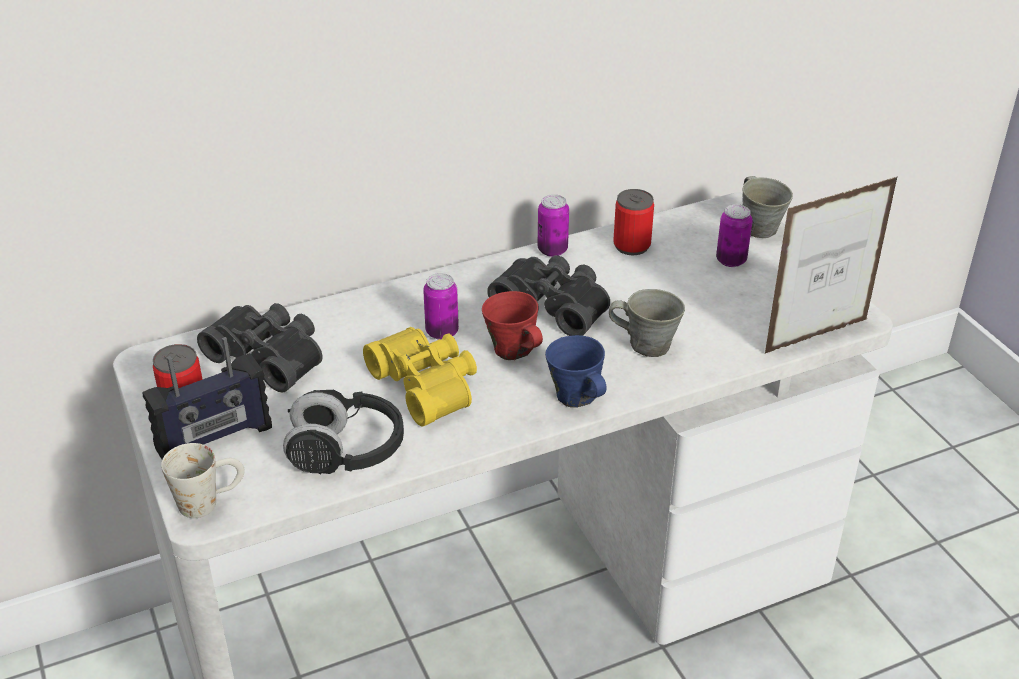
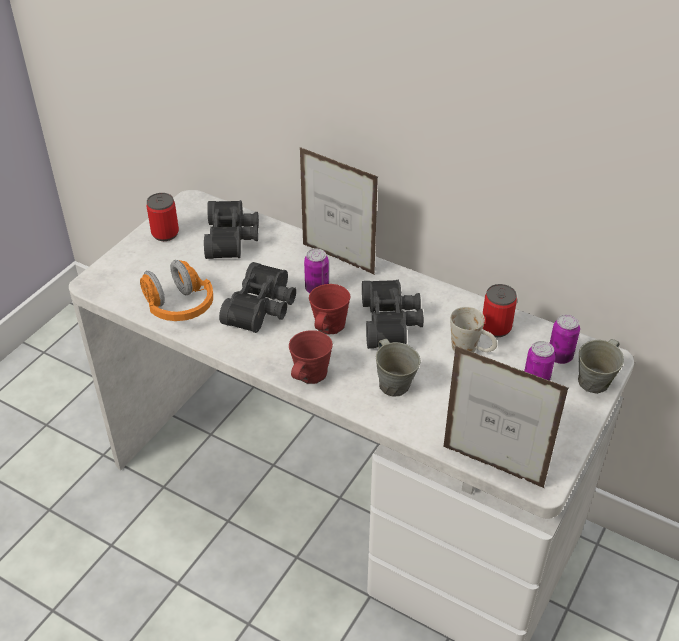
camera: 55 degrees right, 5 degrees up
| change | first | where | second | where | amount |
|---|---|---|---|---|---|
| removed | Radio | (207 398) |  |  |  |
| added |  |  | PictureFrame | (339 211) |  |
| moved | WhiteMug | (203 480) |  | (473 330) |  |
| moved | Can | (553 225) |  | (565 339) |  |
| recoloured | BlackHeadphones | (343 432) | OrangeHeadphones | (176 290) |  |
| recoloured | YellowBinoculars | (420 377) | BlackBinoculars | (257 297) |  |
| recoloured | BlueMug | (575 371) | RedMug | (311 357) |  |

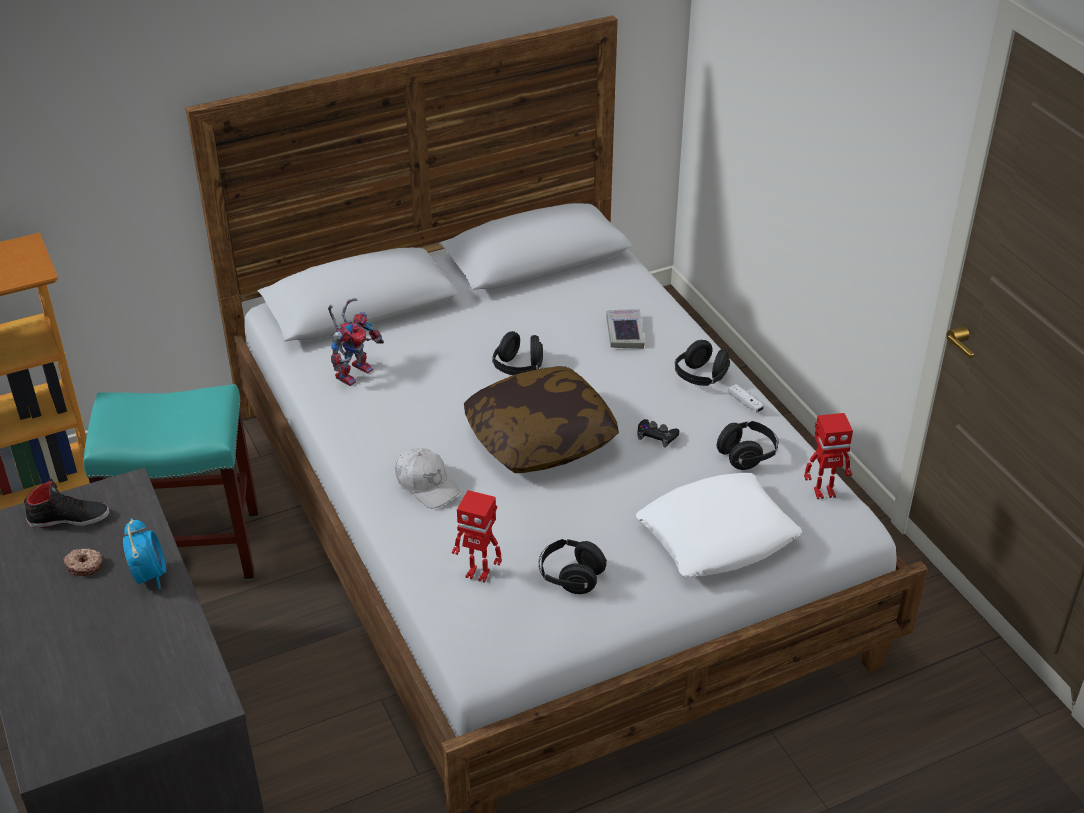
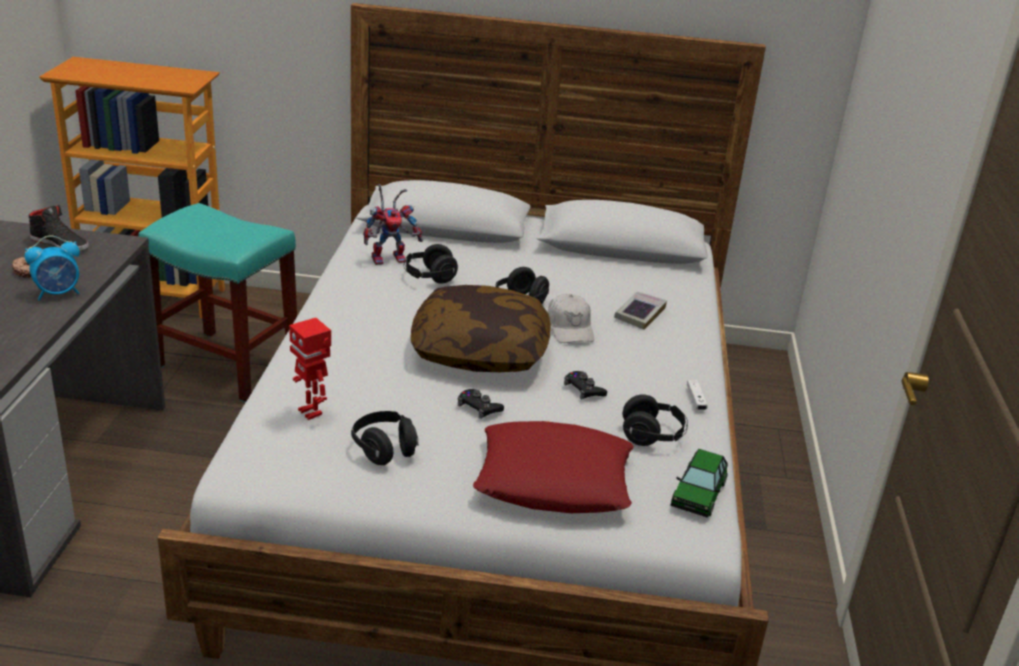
camera: 30 degrees right, 10 degrees down
| change | first | where | second | where | amount |
|---|---|---|---|---|---|
| added |  |  | BlackGameController | (481 404) |  |
| moved | WhiteCap | (428 478) |  | (570 318) |  |
| moved | BlackHeadphones | (702 363) |  | (431 264) |  |
| replaced | ToyRobot | (828 456) | ToyCar | (699 483) |  |
| recoloured | WhitePillow | (719 525) | RedPillow | (553 467) |  |
| turned | AlarmClock | (144 553) |  | (52 268) | 45 degrees clockwise |

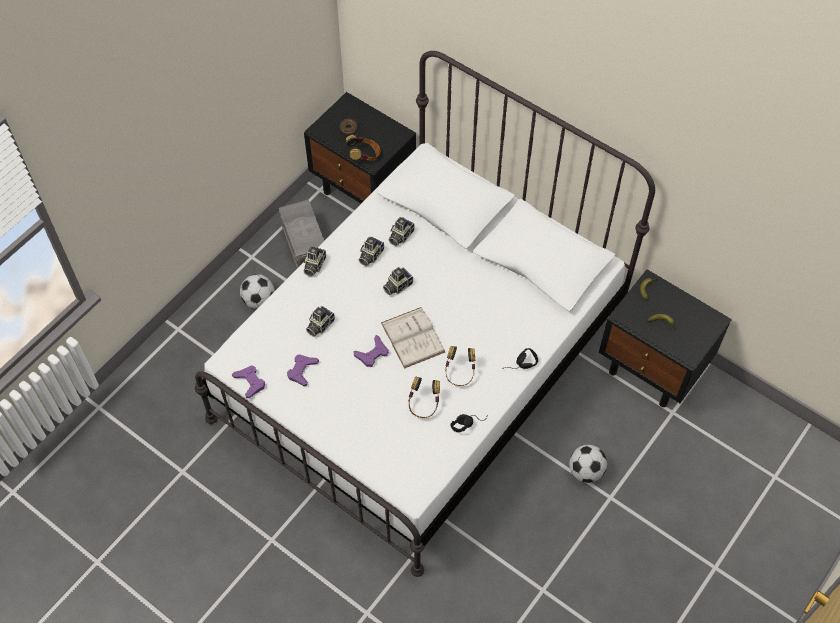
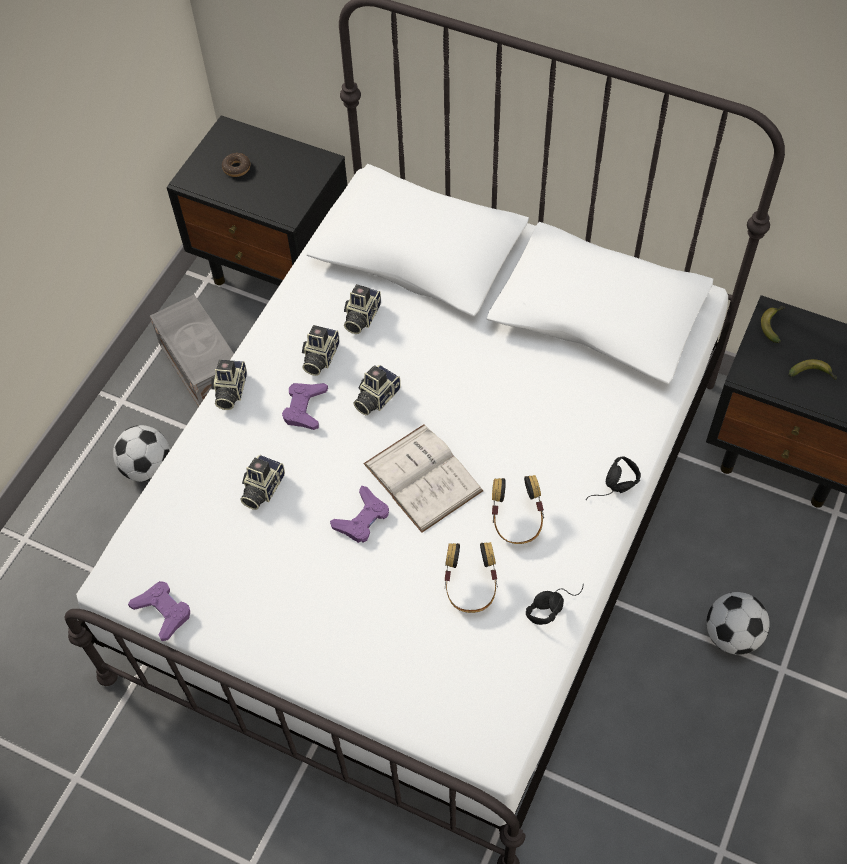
camera: 10 degrees left, 0 degrees up
| change | first | where | second | where | amount |
|---|---|---|---|---|---|
| removed | Headphones | (363 148) |  |  |  |
| moved | PurpleGameController | (303 370) |  | (305 406) |  |

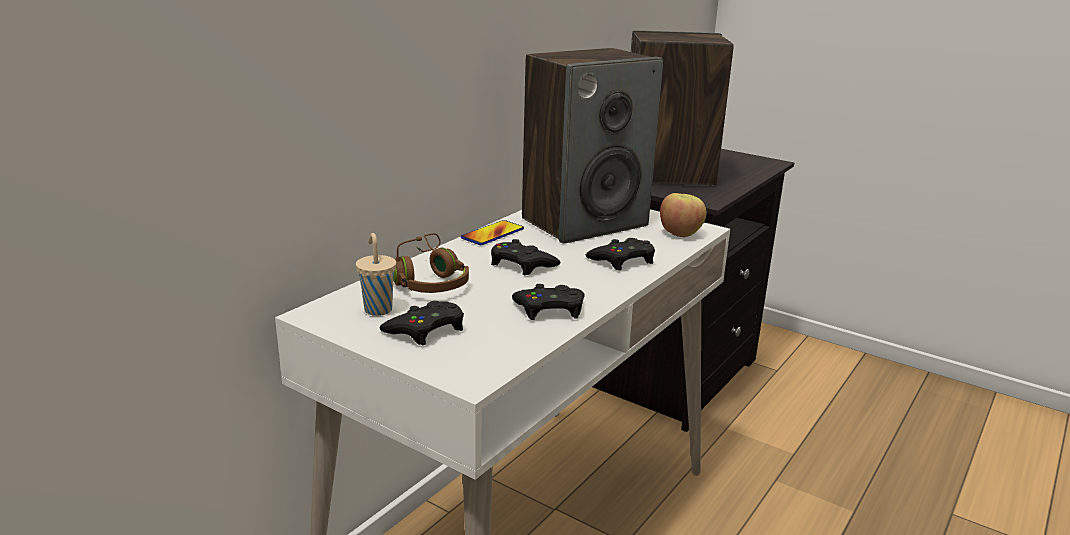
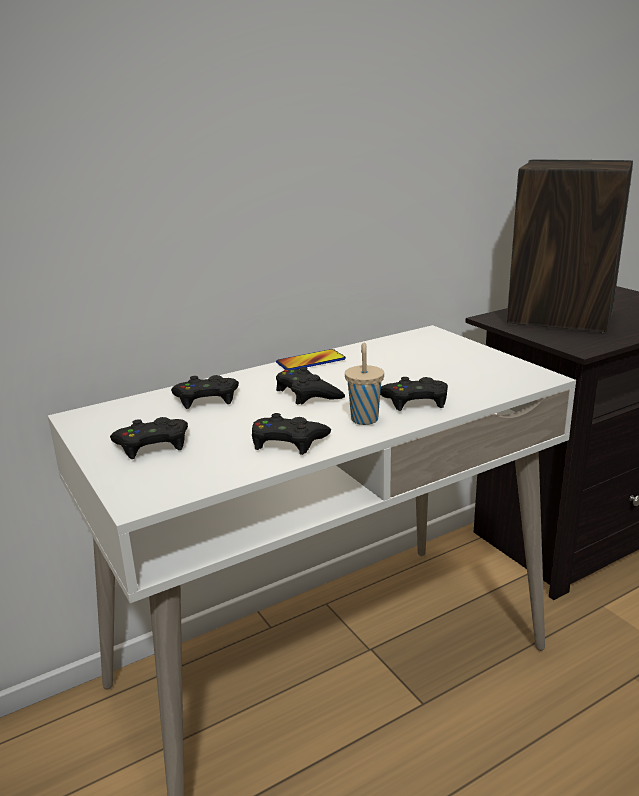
camera: 25 degrees right, 0 degrees up
| change | first | where | second | where | amount |
|---|---|---|---|---|---|
| removed | Speaker | (592 146) |  |  |  |
| removed | Apple | (683 215) |  |  |  |
| moved | BeigeCup | (376 274) |  | (364 384) |  |
| replaced | BrownHeadphones | (431 263) | BlackGameController | (205 392) |  |

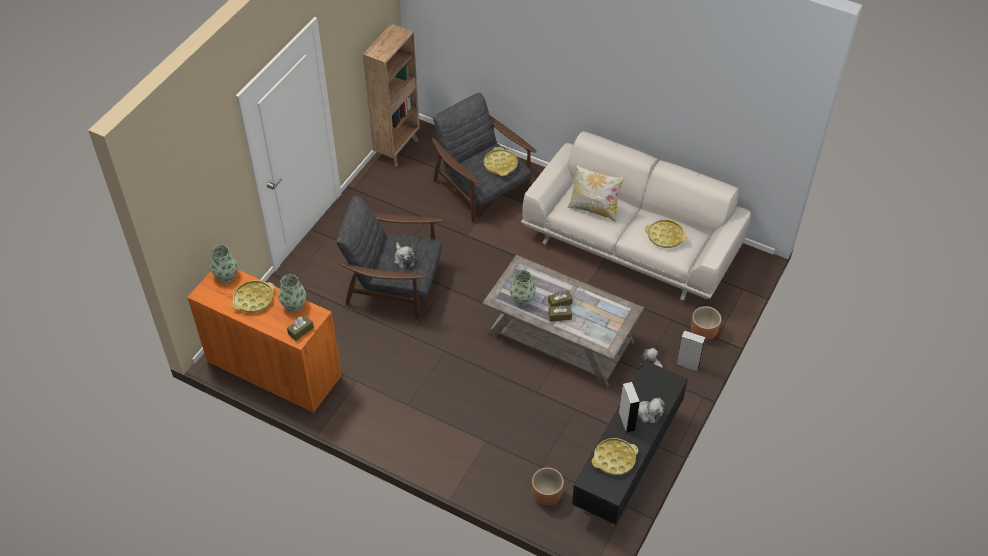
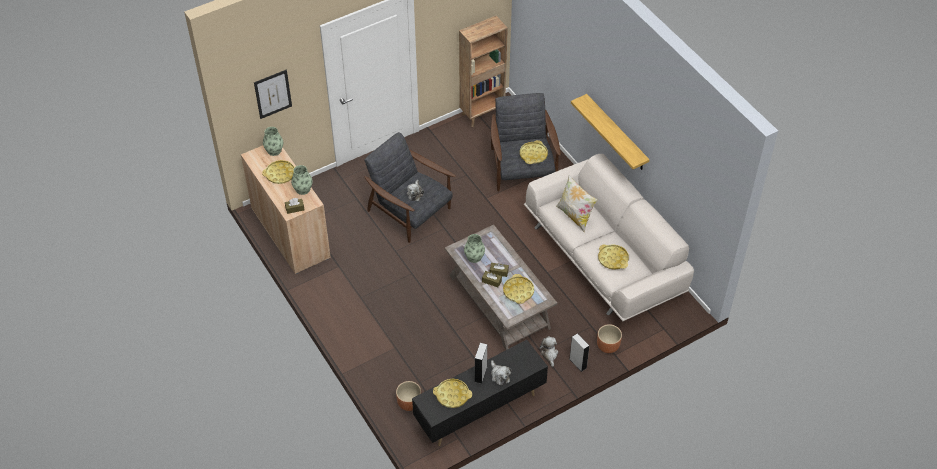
camera: 30 degrees right, 0 degrees up
| change | first | where | second | where | amount |
|---|---|---|---|---|---|
| added |  |  | Picture | (273 94) |  |
| added |  |  | YellowTray | (518 289) |  |
| added |  |  | Shelf | (610 132) |  |
| recoloured | OrangeCabinet | (264 341) | BeigeCabinet | (286 209) |  |

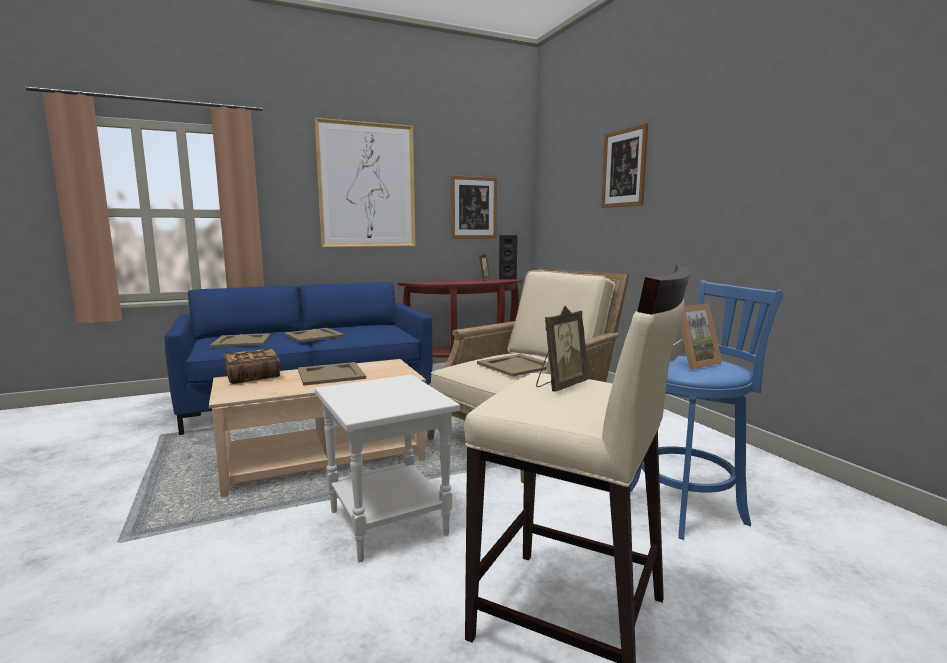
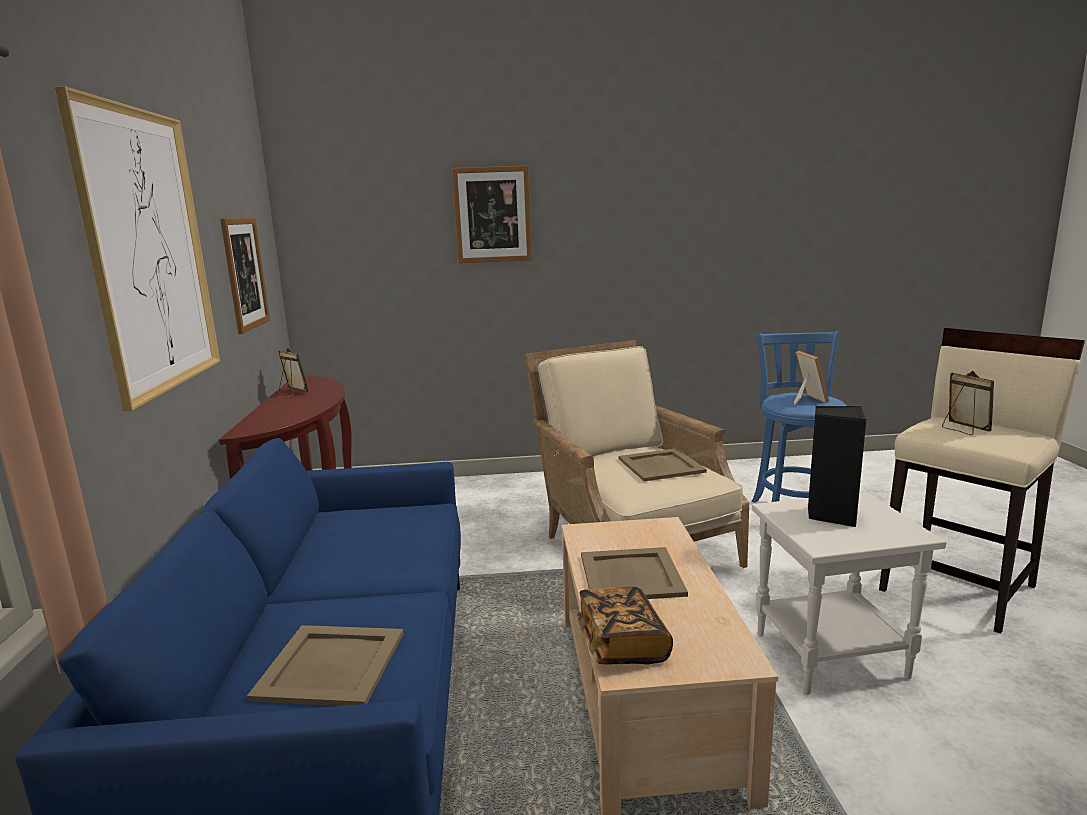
camera: 70 degrees left, 5 degrees up
| change | first | where | second | where | amount |
|---|---|---|---|---|---|
| removed | BeigeTray | (314 335) |  |  |  |
| moved | BlackSpeaker | (508 257) |  | (837 466) |  |

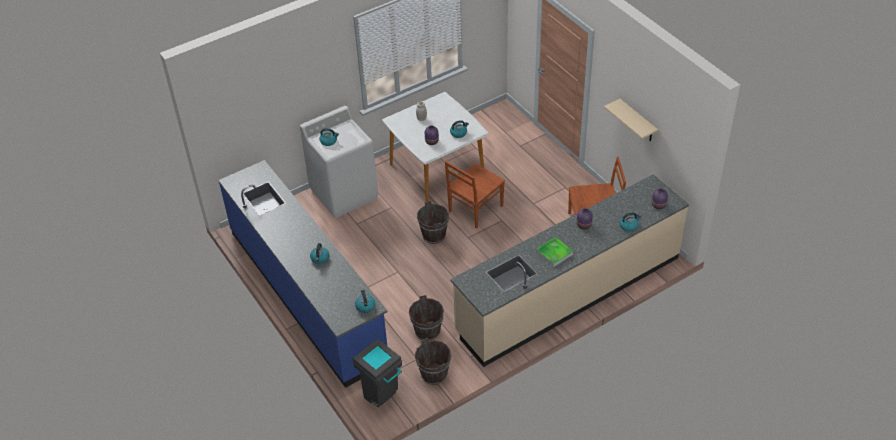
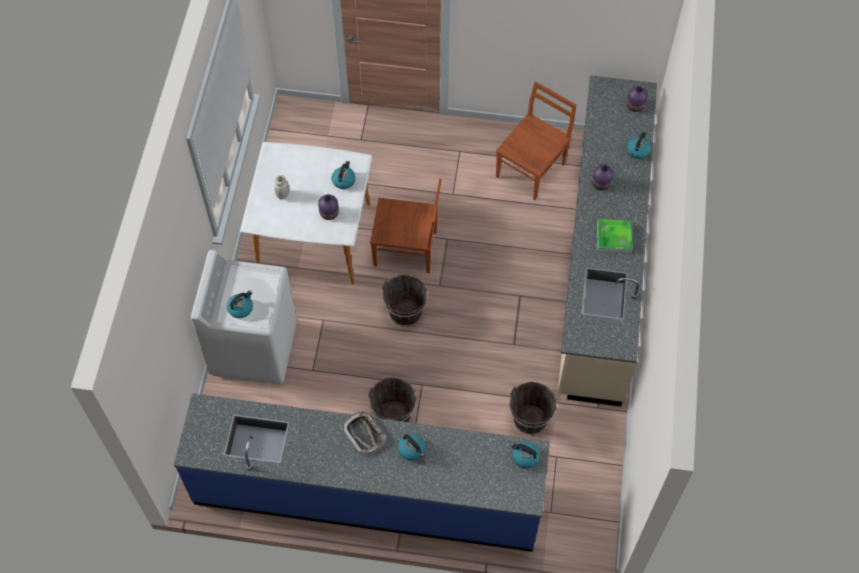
camera: 50 degrees left, 15 degrees up
| change | first | where | second | where | amount |
|---|---|---|---|---|---|
| removed | GreyTrashCan | (377 373) |  |  |  |
| removed | BeigeShelf | (631 120) |  |  |  |
| added |  |  | Tray | (363 433) |  |
| moved | BrownBucket | (433 361) |  | (392 400) |  |
| turned | BrownChair | (475 195) |  | (406 226) | 75 degrees counterclockwise |

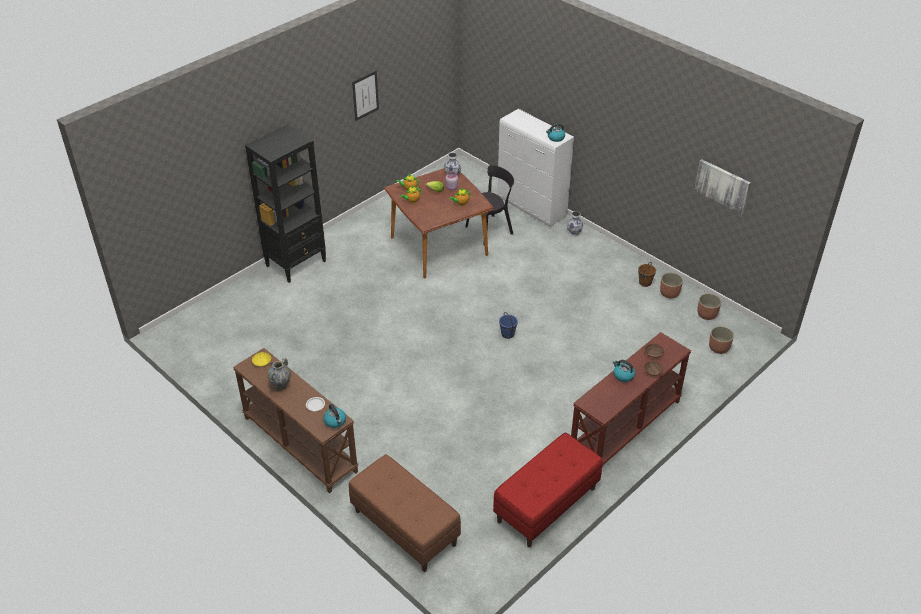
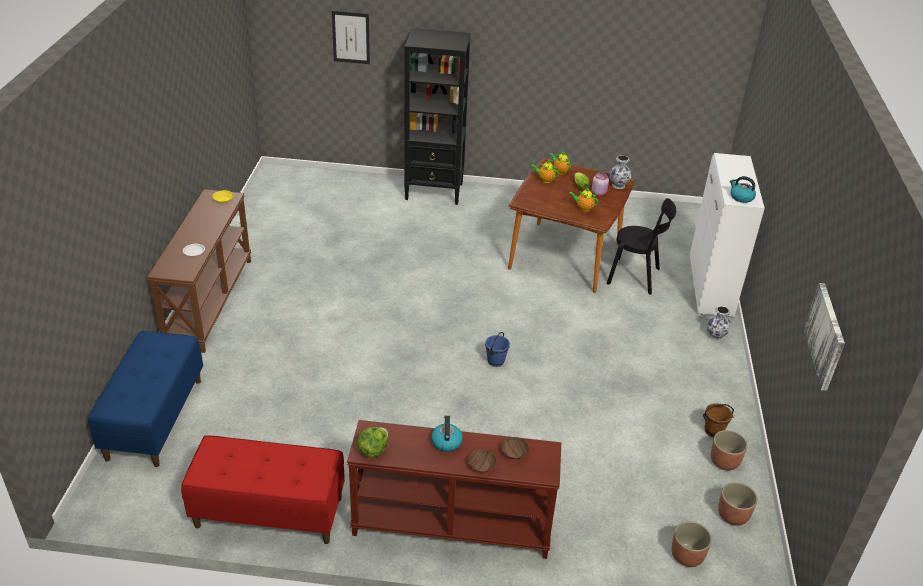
camera: 50 degrees right, 5 degrees down
| change | first | where | second | where | amount |
|---|---|---|---|---|---|
| removed | Vase | (279 374) |  |  |  |
| removed | Kettle | (334 416) |  |  |  |
| added |  |  | Lettuce | (372 442) |  |
| moved | Picture | (365 96) |  | (351 37) |  |
| recoloured | BrownBench | (405 513) | BlueBench | (145 399) |  |

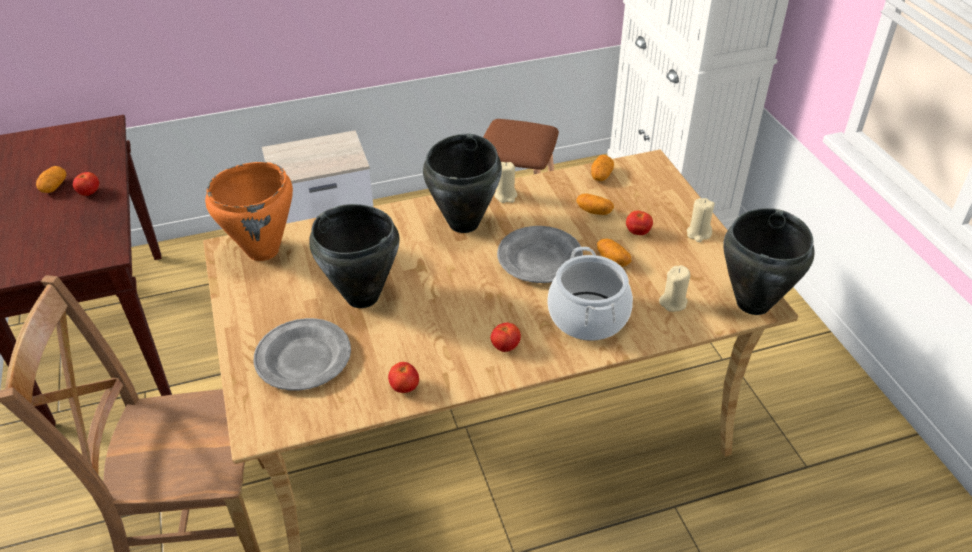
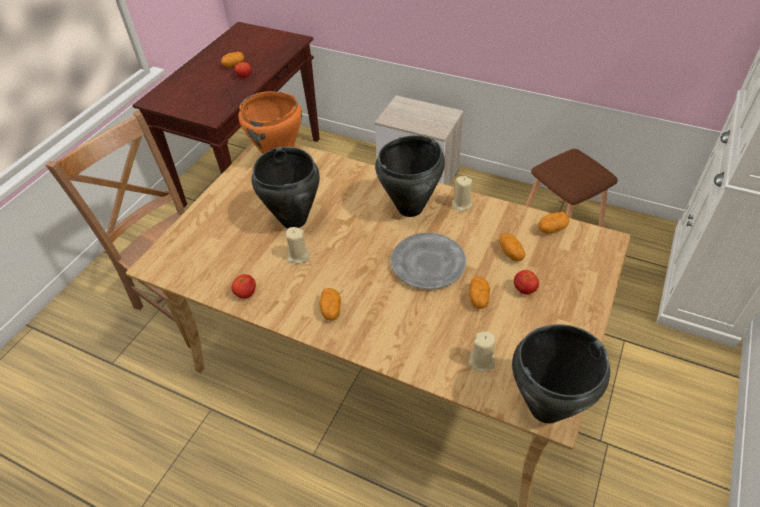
camera: 45 degrees right, 5 degrees up
| change | first | where | second | where | amount |
|---|---|---|---|---|---|
| removed | GreyPlate | (302 354) |  |  |  |
| removed | CookingPot | (590 294) |  |  |  |
| moved | BeigeCandle | (701 220) |  | (297 245) |  |
| replaced | Tomato | (506 337) | Potato | (330 304) |  |

